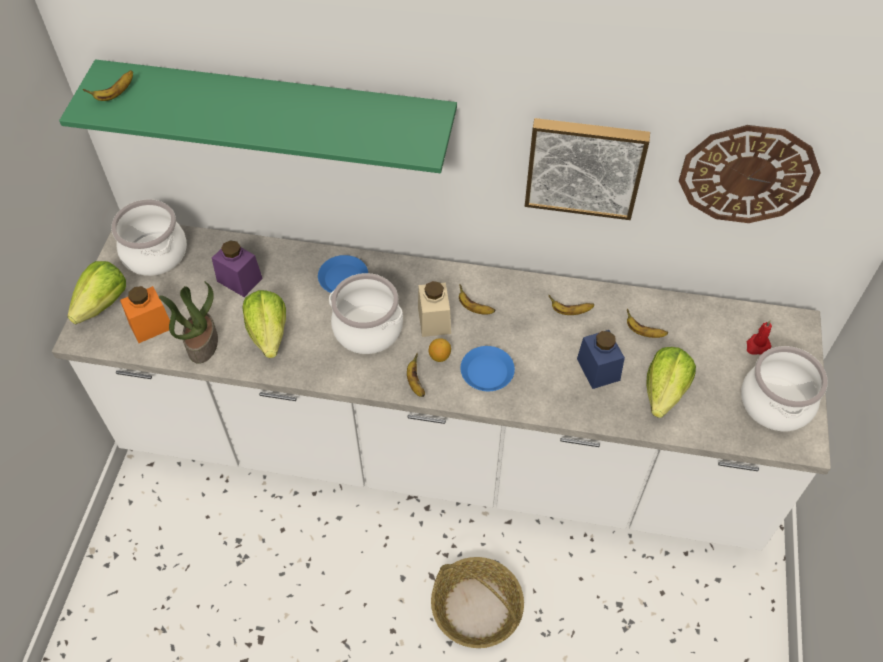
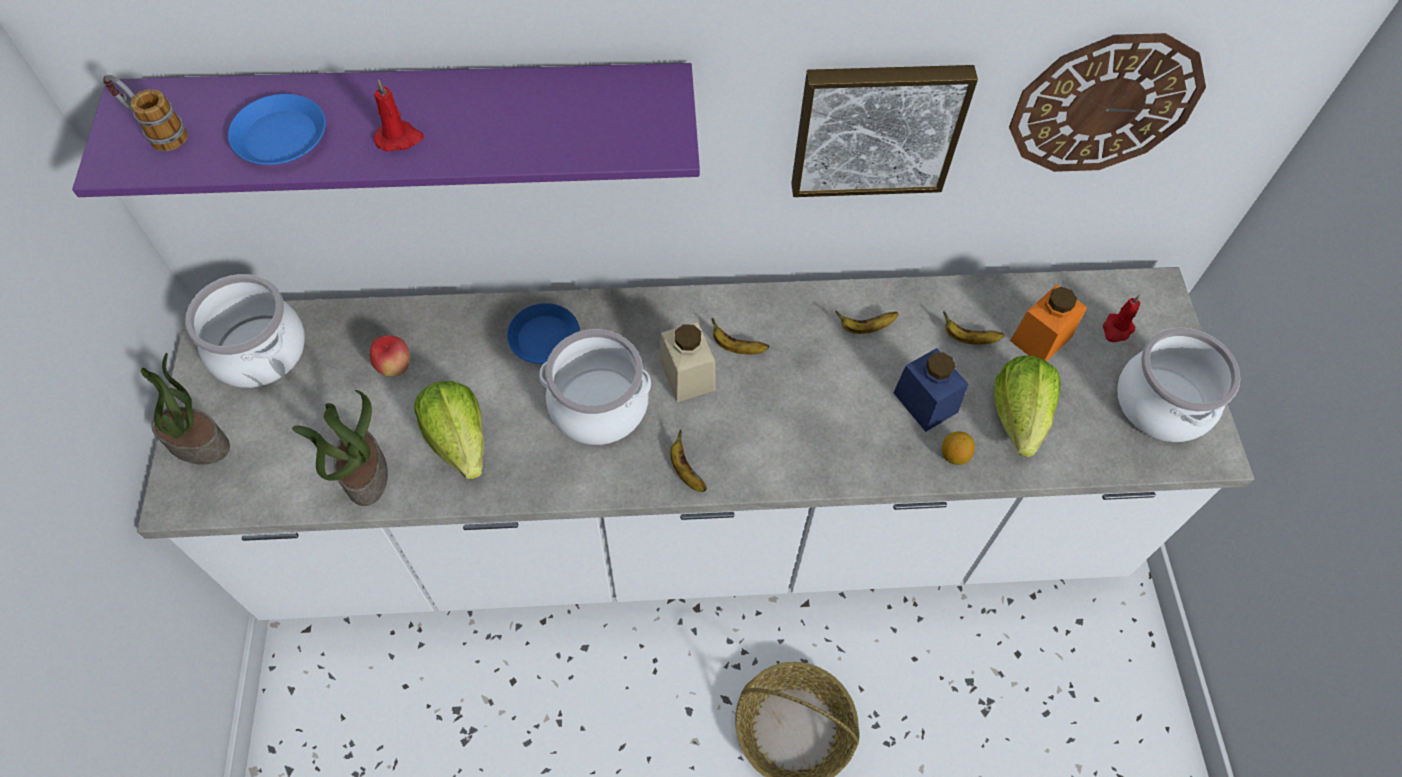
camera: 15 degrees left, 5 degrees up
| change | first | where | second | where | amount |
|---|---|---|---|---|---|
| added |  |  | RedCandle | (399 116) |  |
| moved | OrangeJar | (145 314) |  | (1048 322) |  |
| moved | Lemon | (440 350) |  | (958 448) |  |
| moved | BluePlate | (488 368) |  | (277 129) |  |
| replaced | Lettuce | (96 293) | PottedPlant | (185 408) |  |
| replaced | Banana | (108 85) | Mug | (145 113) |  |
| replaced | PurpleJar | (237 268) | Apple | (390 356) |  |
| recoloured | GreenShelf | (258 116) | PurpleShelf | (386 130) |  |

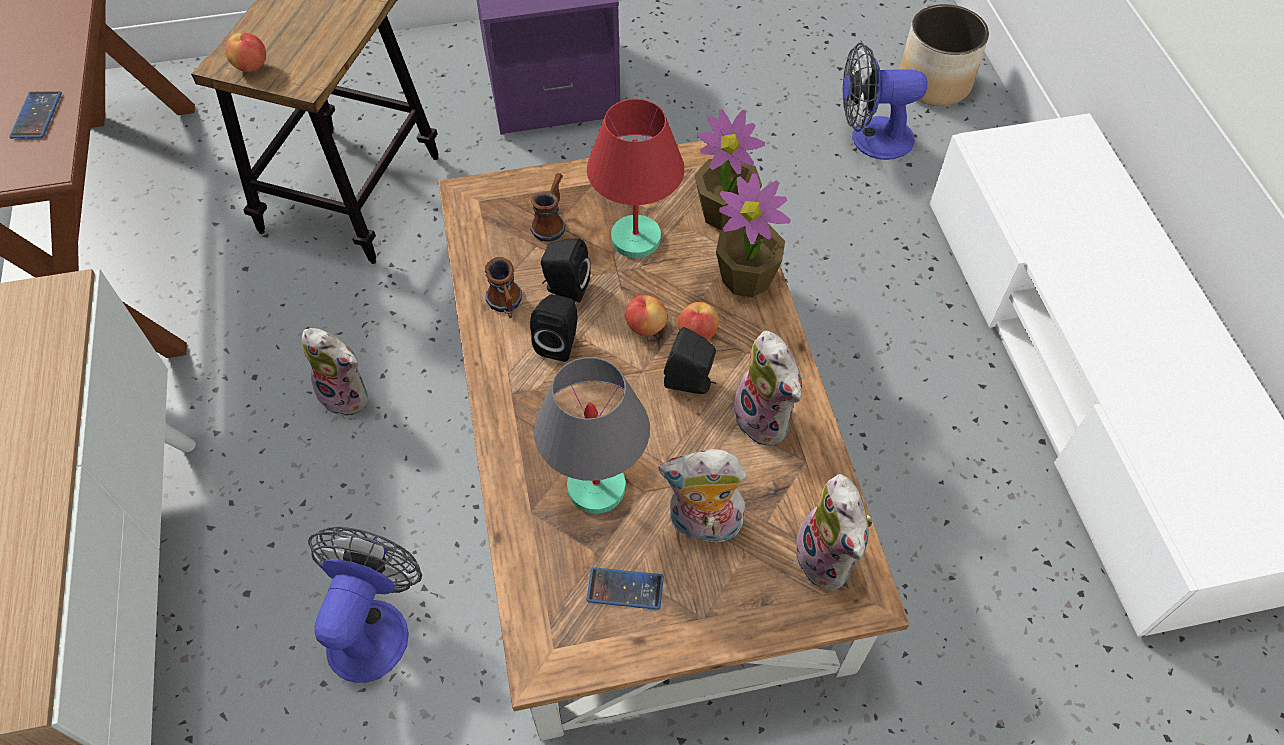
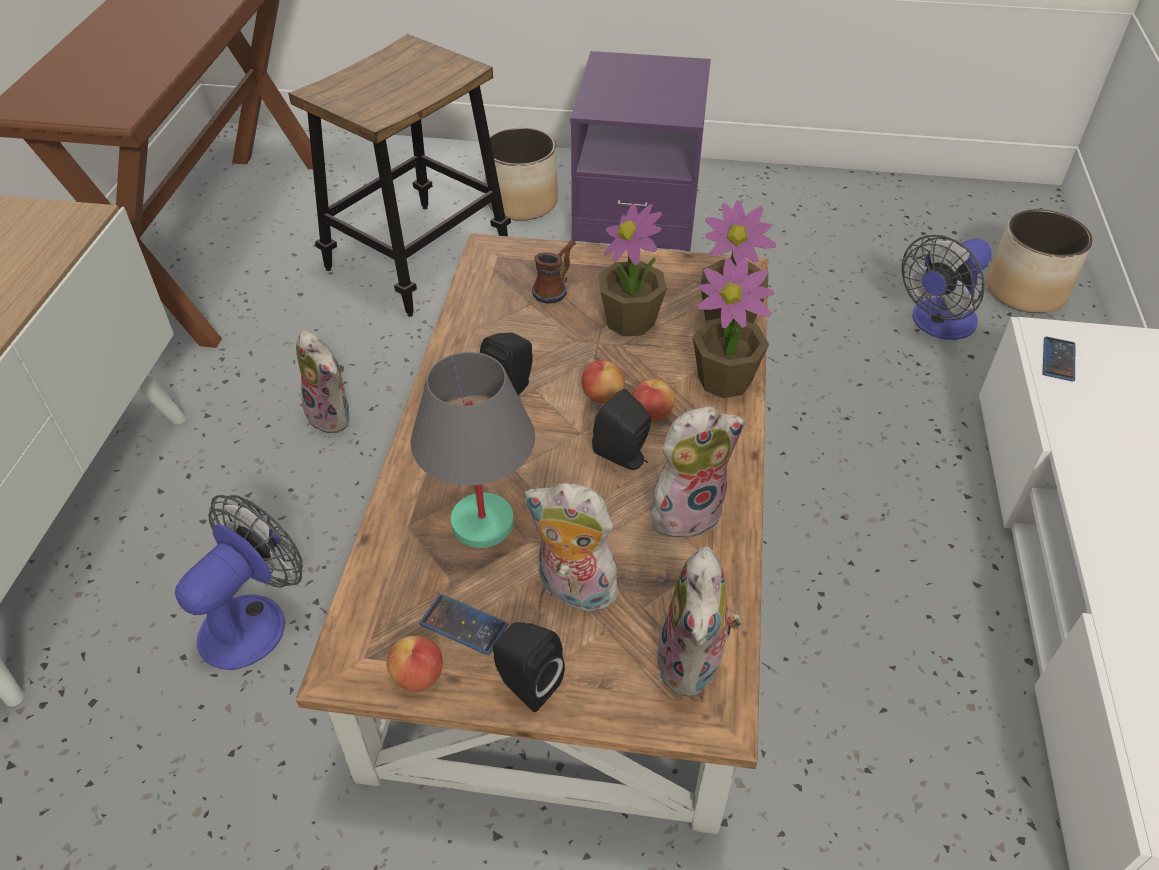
camera: 20 degrees right, 10 degrees down
| change | first | where | second | where | amount |
|---|---|---|---|---|---|
| removed | Mug | (503 287) |  |  |  |
| added |  |  | Planter | (521 174) |  |
| moved | Phone | (35 115) |  | (1059 359) |  |
| moved | Apple | (245 52) |  | (415 664) |  |
| moved | BlackSpeaker | (566 271) |  | (529 667) |  |
| replaced | RedTableLamp | (635 178) | PottedPlant | (632 269) |  |
| turned | PlushToy | (765 388) |  | (698 472) | 105 degrees counterclockwise |
| turned | Fan | (885 101) |  | (947 287) | 60 degrees counterclockwise |

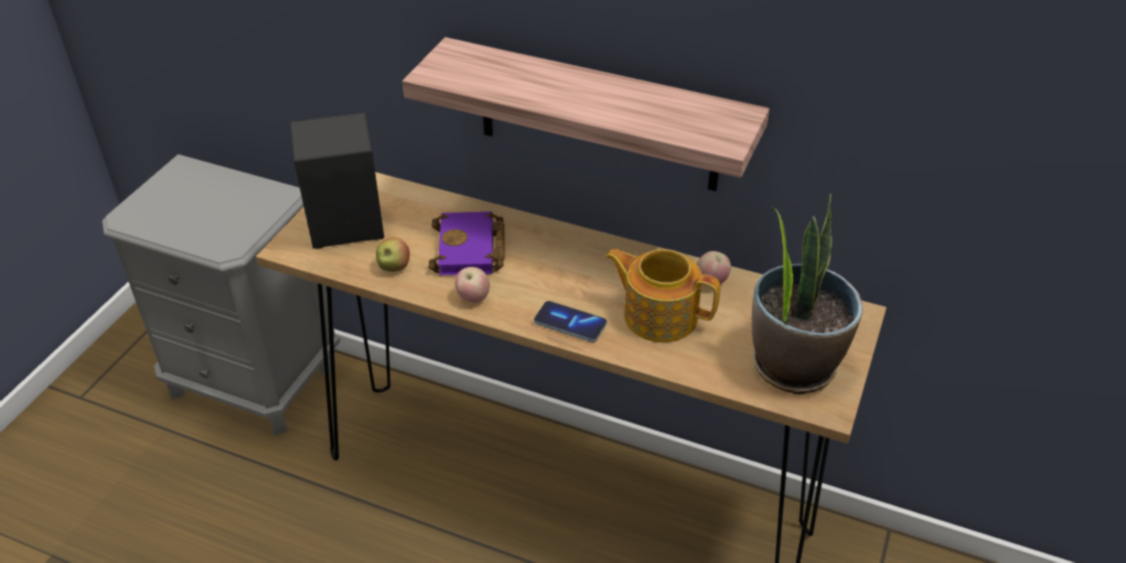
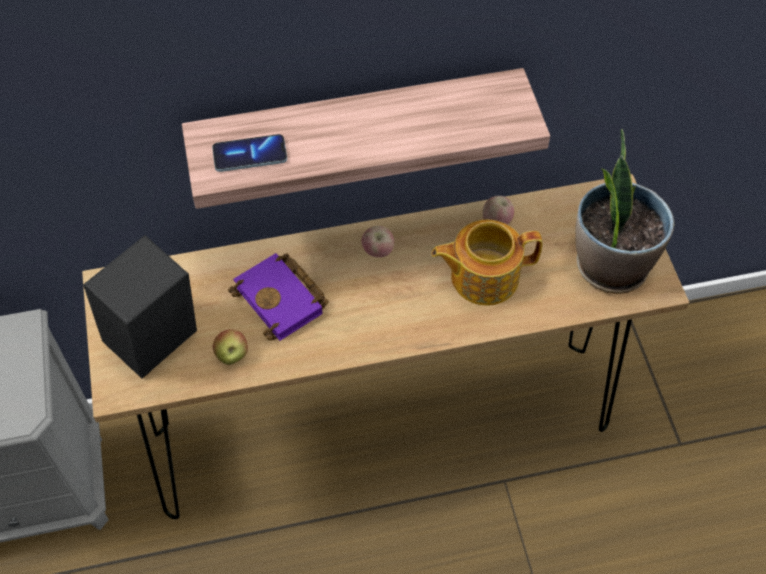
camera: 35 degrees left, 15 degrees up
| change | first | where | second | where | amount |
|---|---|---|---|---|---|
| moved | Apple | (472 285) |  | (377 242) |  |
| moved | Phone | (570 321) |  | (249 153) |  |

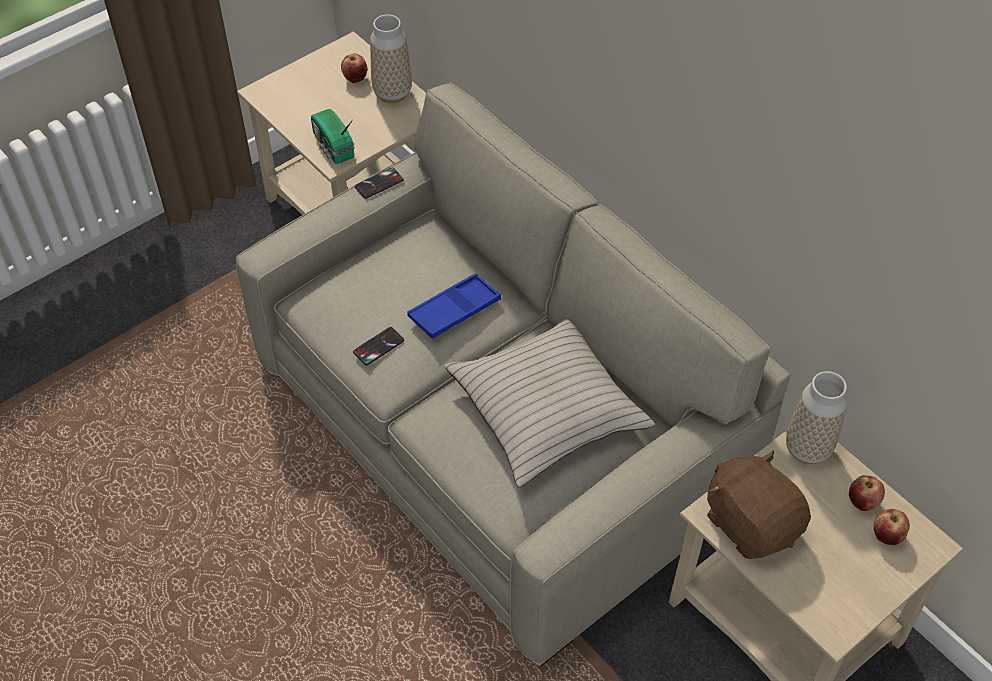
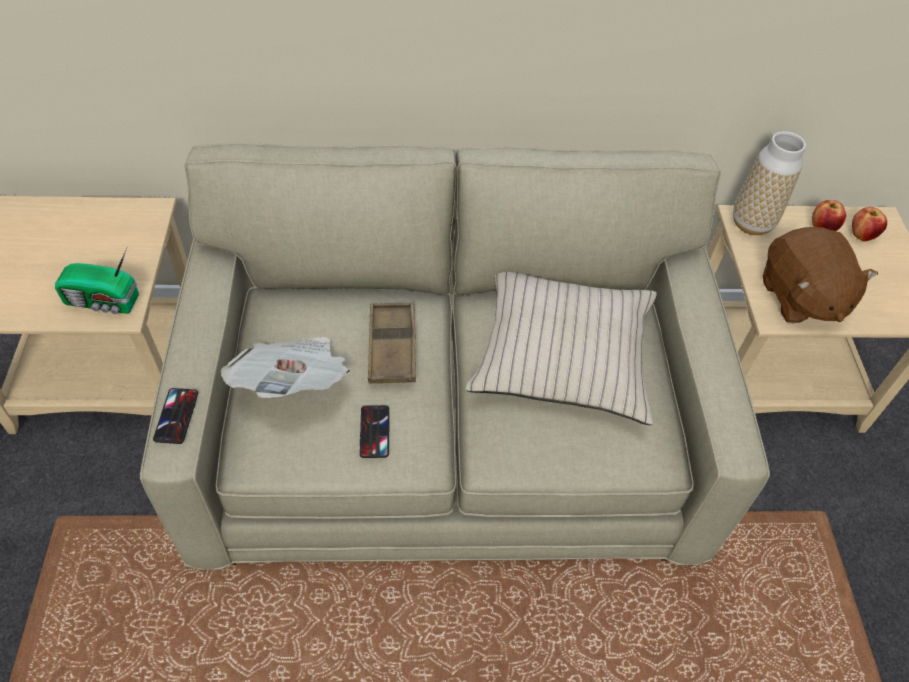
camera: 55 degrees left, 0 degrees up
| change | first | where | second | where | amount |
|---|---|---|---|---|---|
| removed | Apple | (354 68) |  |  |  |
| removed | Vase | (391 59) |  |  |  |
| added |  |  | Newspaper | (285 367) |  |
| moved | Phone | (379 183) |  | (175 416) |  |
| recoloured | BlueTray | (454 306) | BrownTray | (392 342) |  |
| turned | BrownPlushToy | (759 504) |  | (820 275) | 105 degrees counterclockwise |

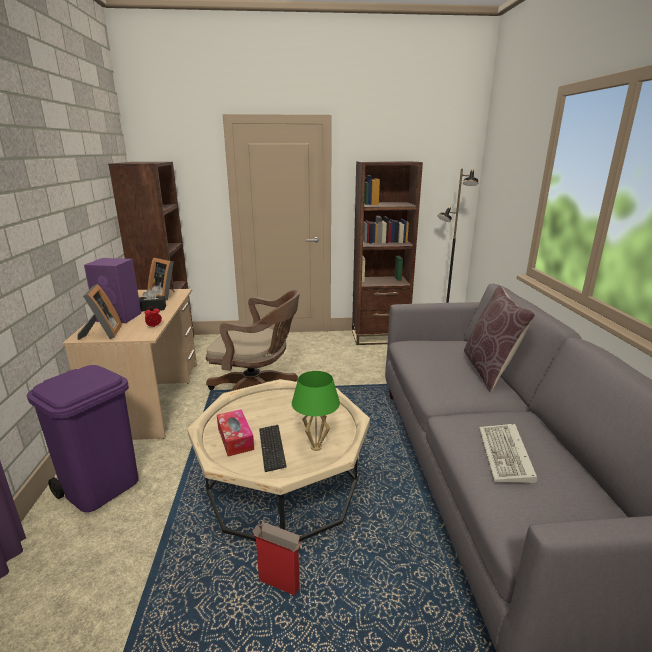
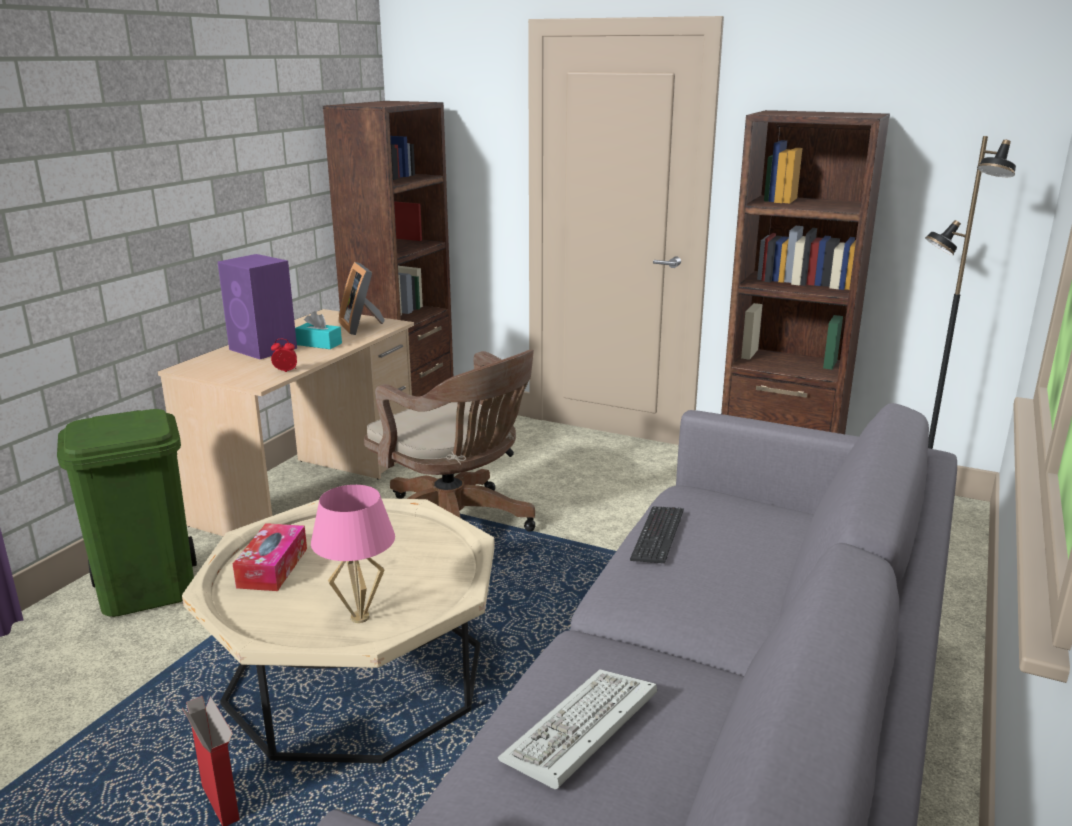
camera: 30 degrees right, 0 degrees up
| change | first | where | second | where | amount |
|---|---|---|---|---|---|
| removed | PictureFrame | (99 312) |  |  |  |
| removed | BrownPillow | (500 338) |  |  |  |
| moved | Keyboard | (273 448) |  | (657 534) |  |
| recoloured | PurpleTrashCan | (82 438) | GreenTrashCan | (127 513) |  |
| recoloured | BlackTissueBox | (152 300) | TurquoiseTissueBox | (318 330) |  |
| recoloured | GreenTableLamp | (316 411) | PinkTableLamp | (353 554) |  |

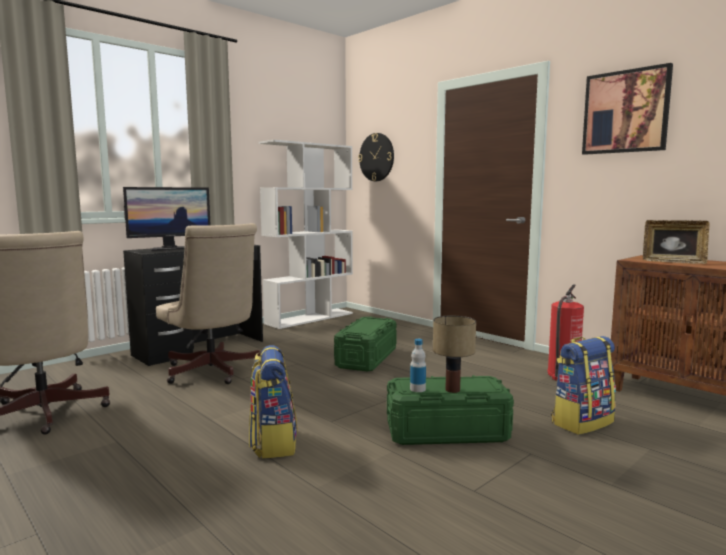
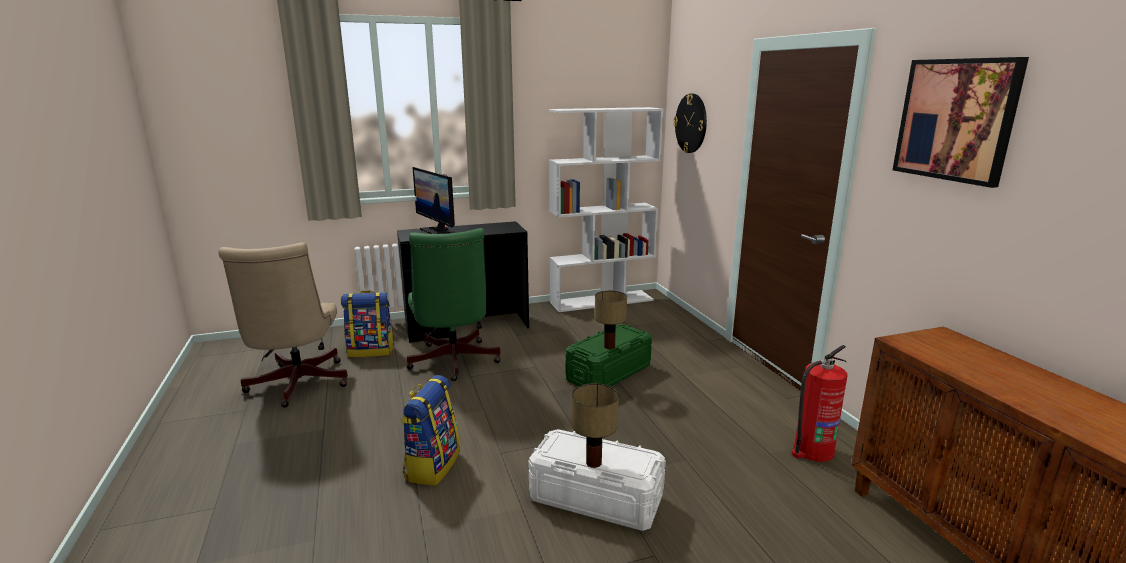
camera: 25 degrees right, 10 degrees up
| change | first | where | second | where | amount |
|---|---|---|---|---|---|
| removed | Bottle | (418 365) |  |  |  |
| removed | PictureFrame | (676 242) |  |  |  |
| added |  |  | TableLamp | (610 320) |  |
| moved | Backpack | (583 385) |  | (367 324) |  |
| recoloured | BeigeOfficeChair | (208 303) | GreenOfficeChair | (453 304) |  |
| recoloured | GreenStorageBox | (450 410) | WhiteStorageBox | (597 480) |  |
| turned | Monitor | (166 219) |  | (433 200) | 60 degrees clockwise |

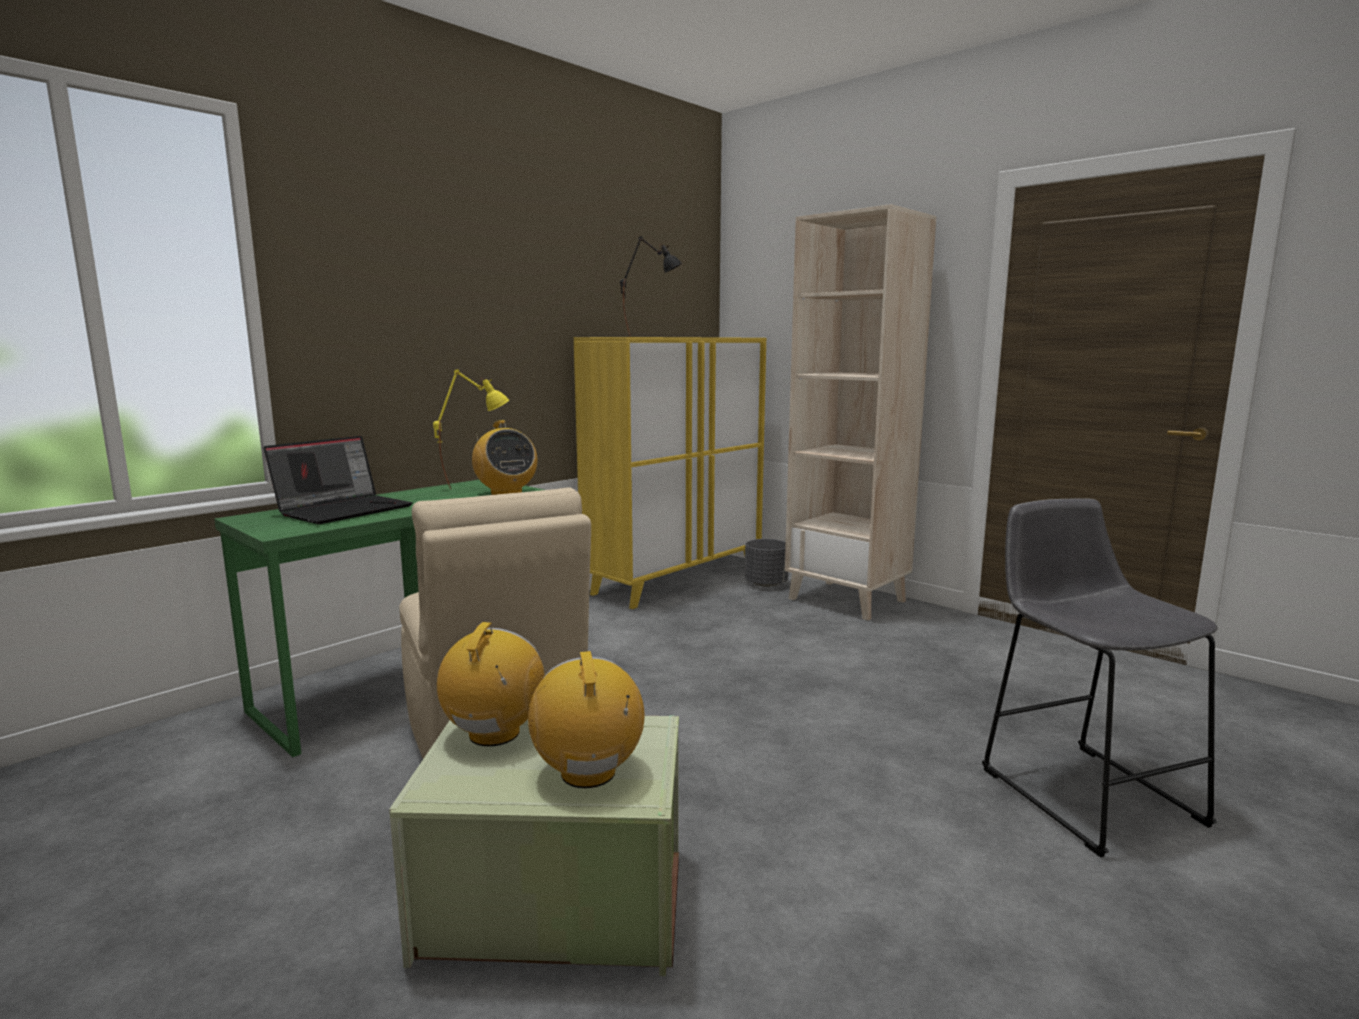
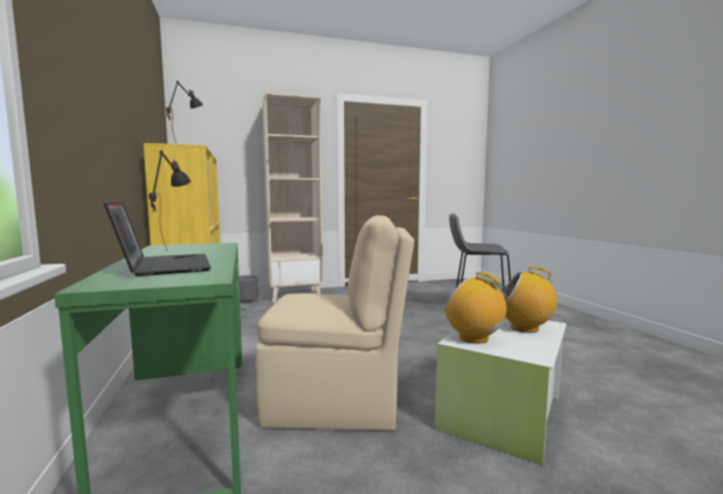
camera: 60 degrees left, 5 degrees down
| change | first | where | second | where | amount |
|---|---|---|---|---|---|
| removed | Radio | (504 457) |  |  |  |
| recoloured | GreenStorageBox | (534 845) | WhiteStorageBox | (500 392) |  |
| recoloured | YellowTableLamp | (471 429) | BlackTableLamp | (170 200) |  |

